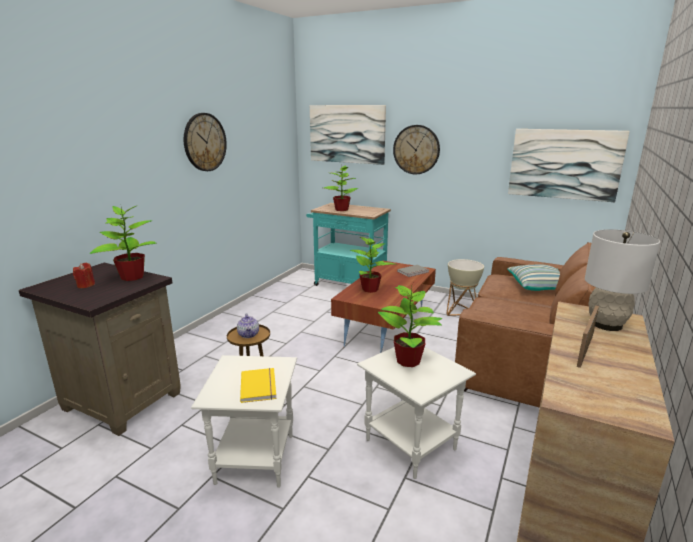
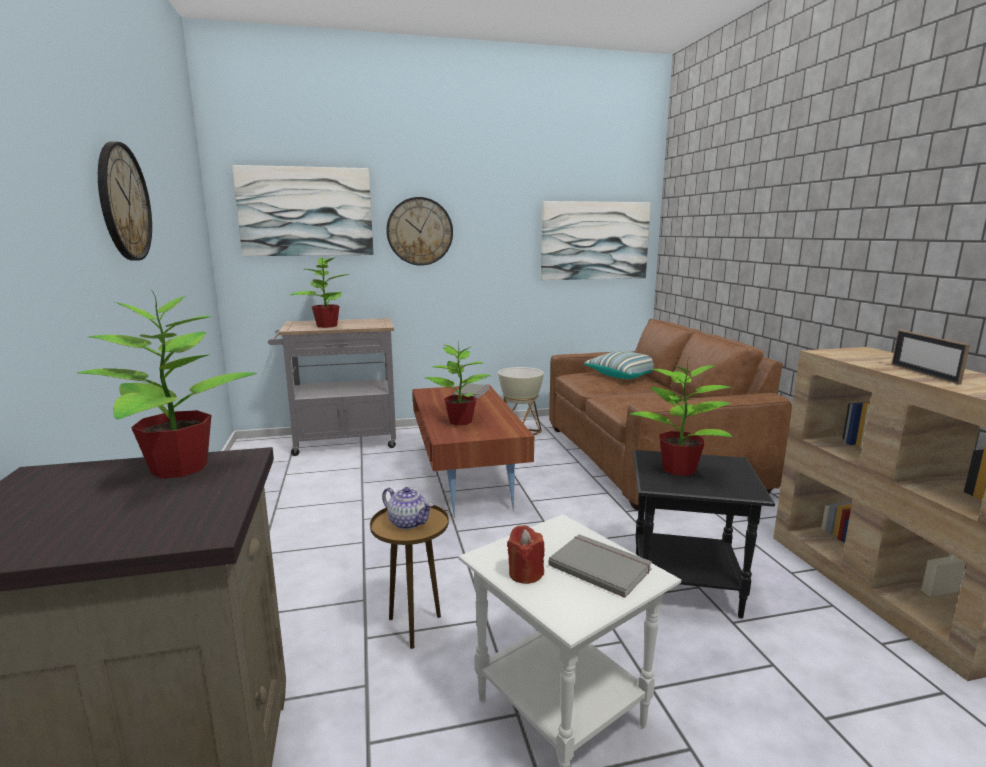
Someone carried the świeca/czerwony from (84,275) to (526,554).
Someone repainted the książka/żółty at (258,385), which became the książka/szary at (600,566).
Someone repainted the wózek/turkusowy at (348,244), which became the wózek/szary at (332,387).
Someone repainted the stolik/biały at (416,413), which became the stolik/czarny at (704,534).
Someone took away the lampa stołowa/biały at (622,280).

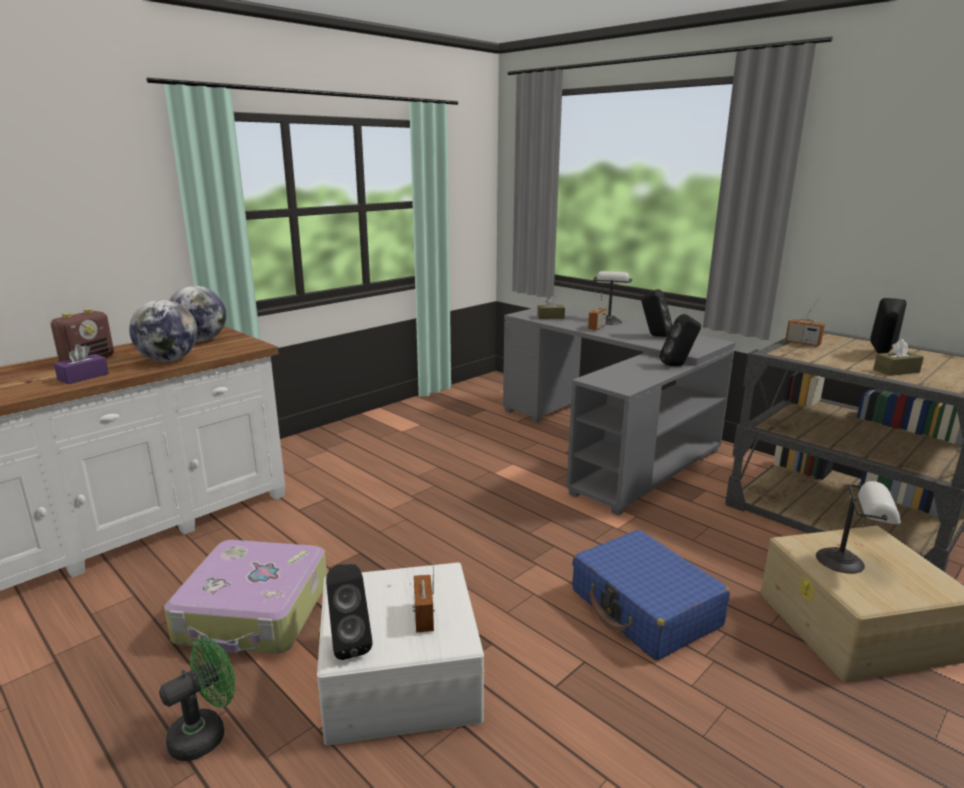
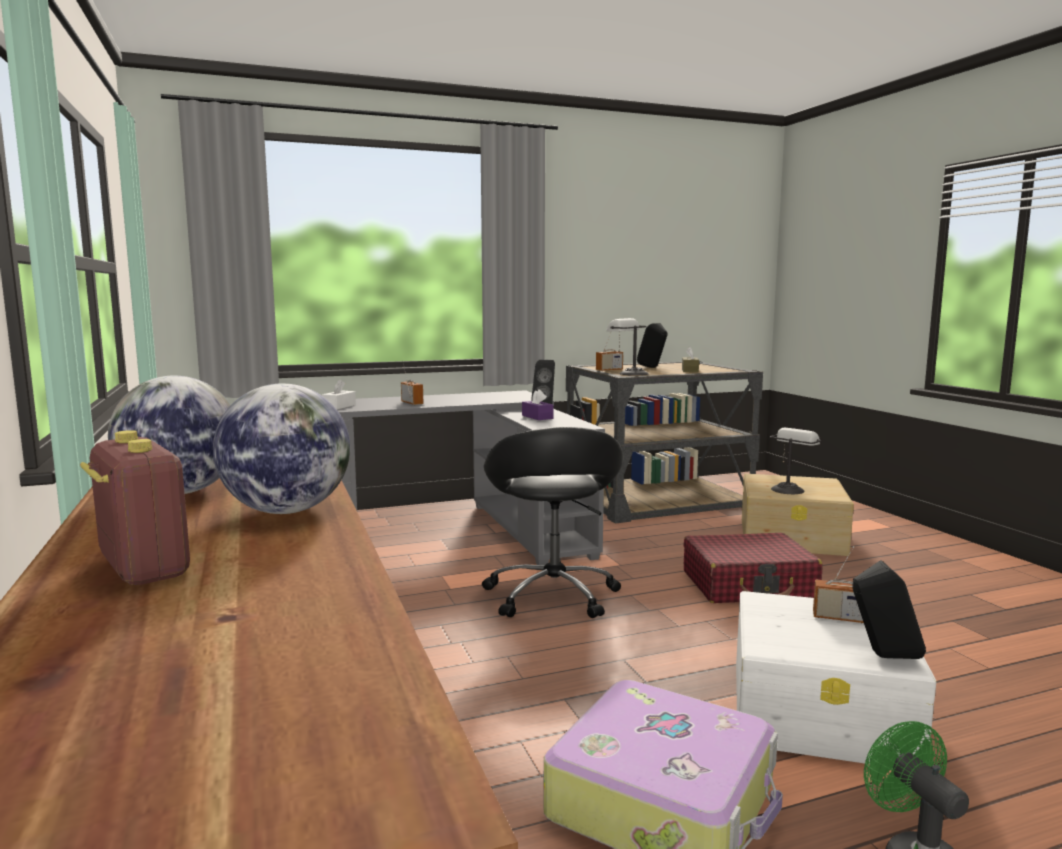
Someone carried the pudełko chusteczek/fioletowy from (81,364) to (537,404).
Someone repainted the pudełko chusteczek/brązowy at (551,307), which became the pudełko chusteczek/biały at (339,394).
Someone repainted the walizka/niebieski at (651,595), which became the walizka/czerwony at (753,568).
Someone carried the lampa stołowa from (612,298) to (628,347).
Someone took away the głośnik/czarny at (657,313).
Someone put down the krzesło biurowe/czarny at (552,522).

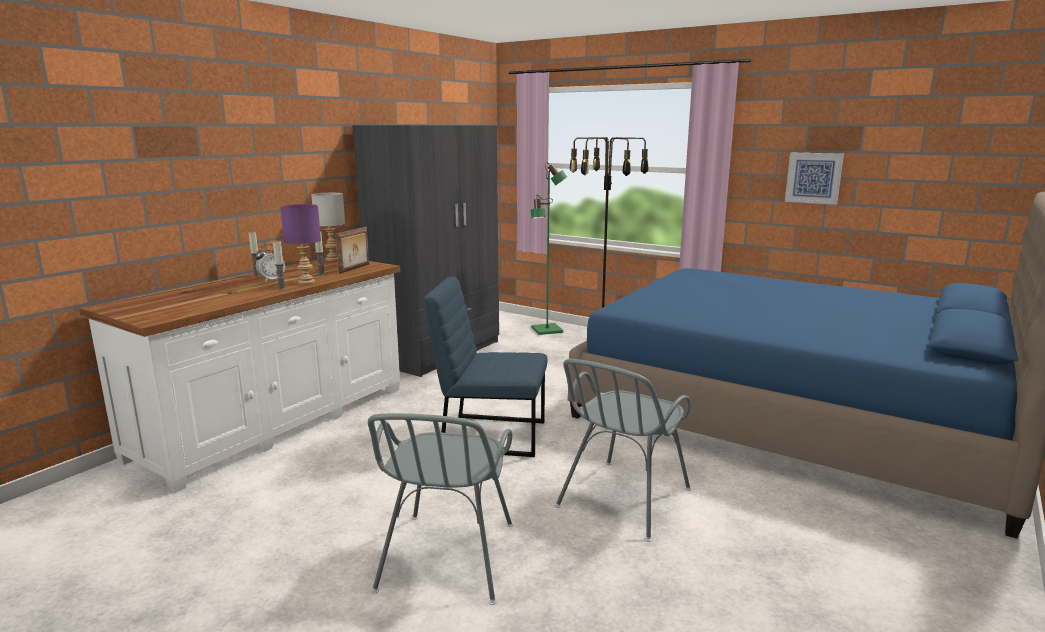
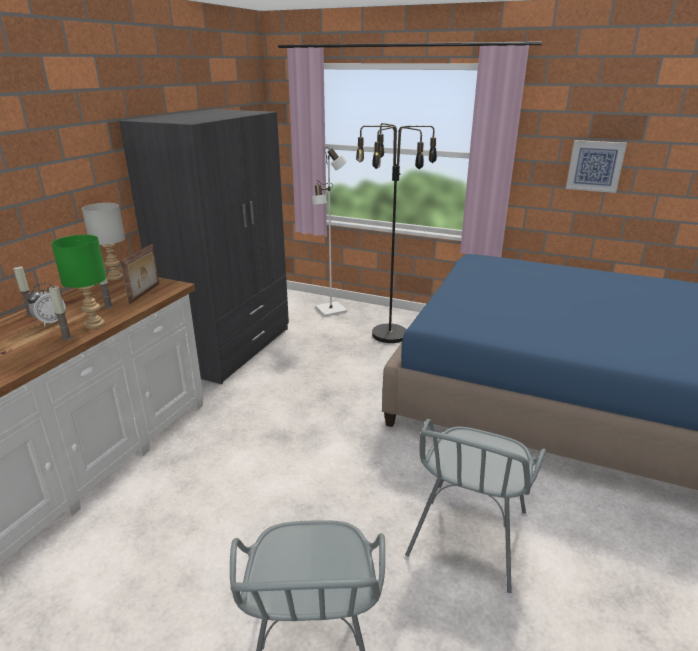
Someone repainted the lampa stołowa/fioletowy at (300,244), which became the lampa stołowa/zielony at (78,282).
Someone took away the krzesło/niebieski at (485,367).
Someone repainted the lampa stojąca/zielony at (549,248), which became the lampa stojąca/biały at (329,232).

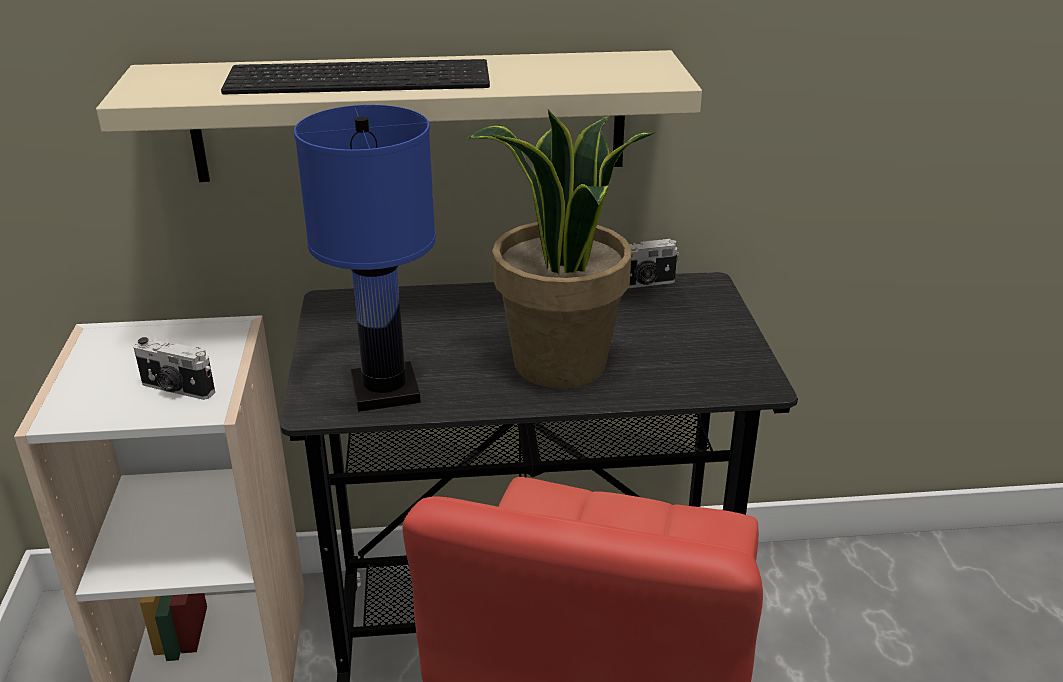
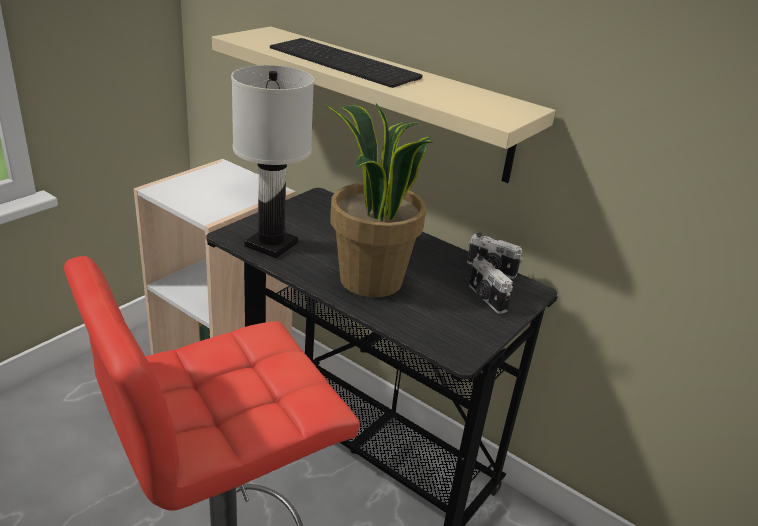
Someone carried the aparat fotograficzny from (174,368) to (491,285).
Someone repainted the lampa stołowa/niebieski at (365,258), which became the lampa stołowa/biały at (272,161).

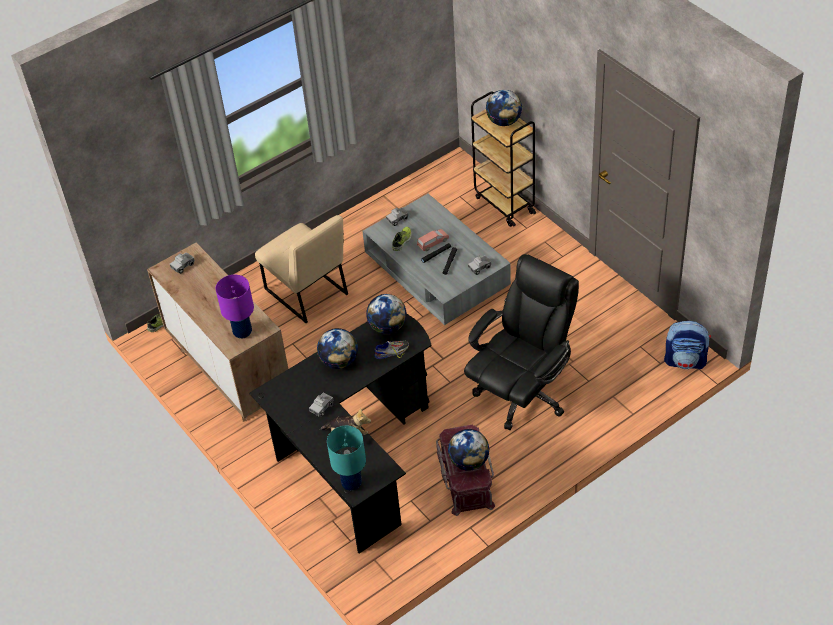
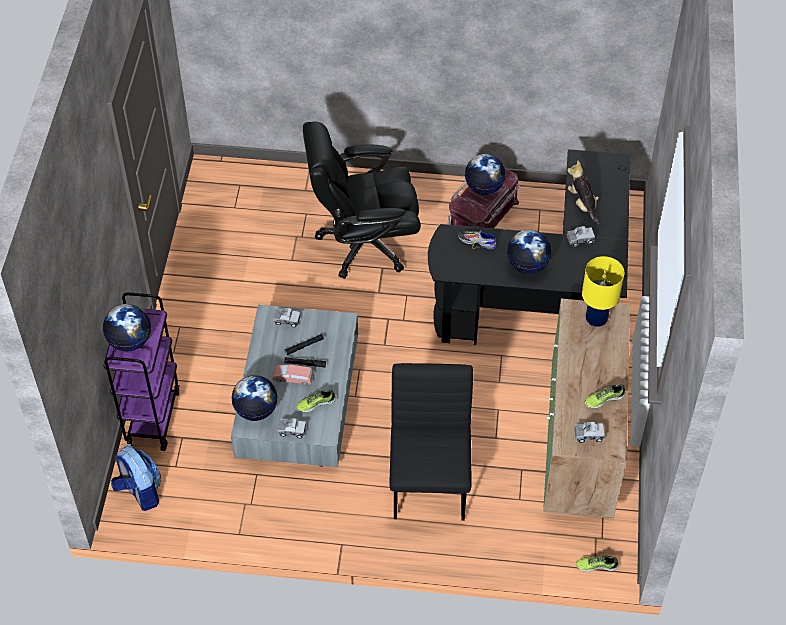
Someone repainted the lampa stołowa/fioletowy at (235,306), which became the lampa stołowa/żółty at (603,291).
Someone repainted the krzesło/beżowy at (301,269), which became the krzesło/czarny at (431,442).
Someone took away the lampa stołowa/turkusowy at (346,458).
Someone carried the globus from (386,314) to (254,398).
Someone repainted the wózek/brązowy at (503,159), which became the wózek/fioletowy at (141,371).
Someone carried the plecak from (687,345) to (136,478).
Someone put down the but at (605,396).

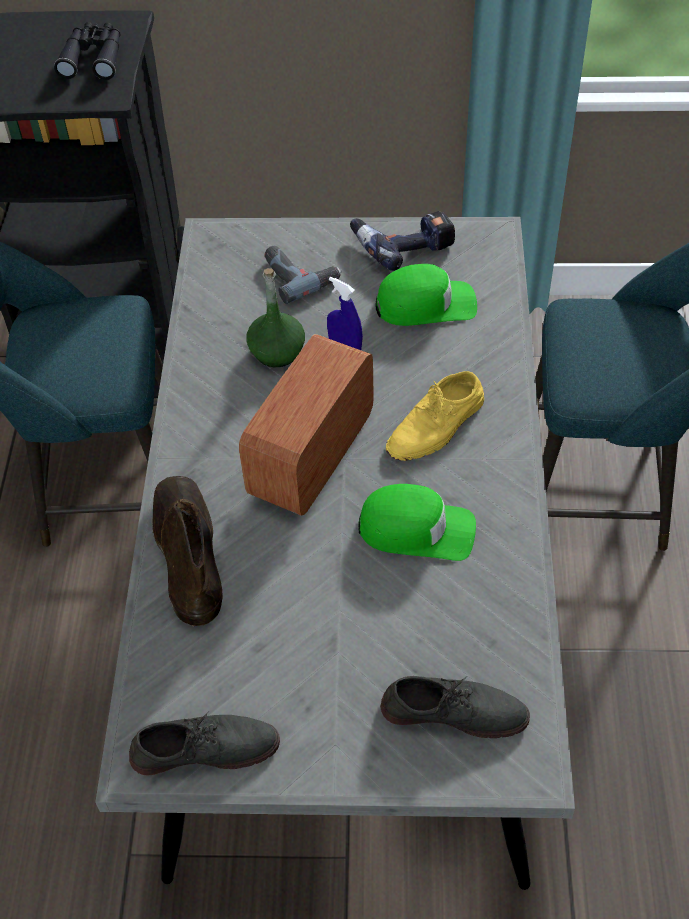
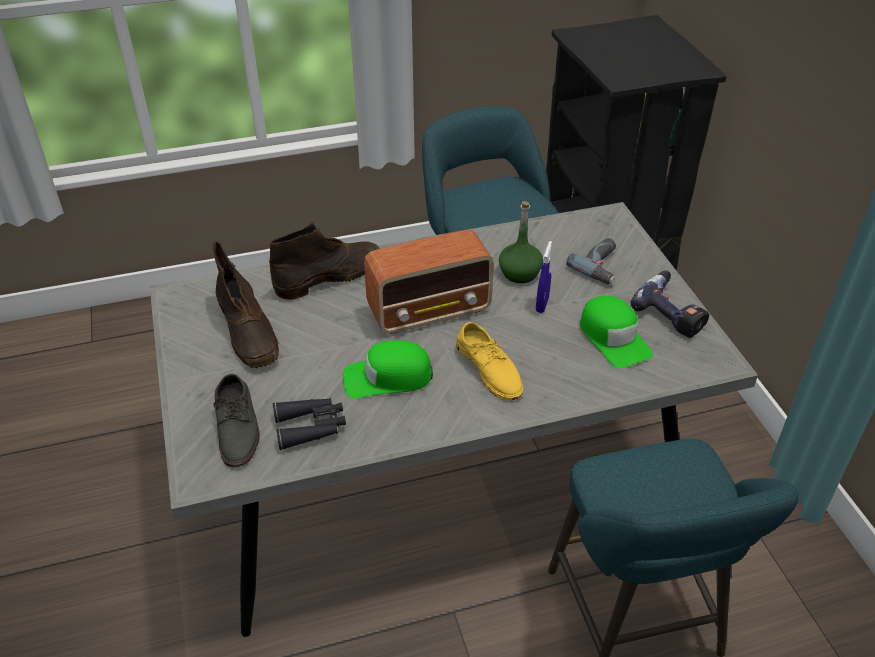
Someone carried the lornetka/czarny from (87,51) to (309,424).
Someone took away the but/szary at (204,743).
Someone rotated the radio at (306,425) by 150 degrees clockwise.
Someone rotated the czapka z daszkiem/zielony at (417,522) by 90 degrees clockwise.
Someone rotated the but/żółty at (435,416) by 150 degrees counterclockwise.
Someone put down the but z cholewką/brązowy at (245,304).

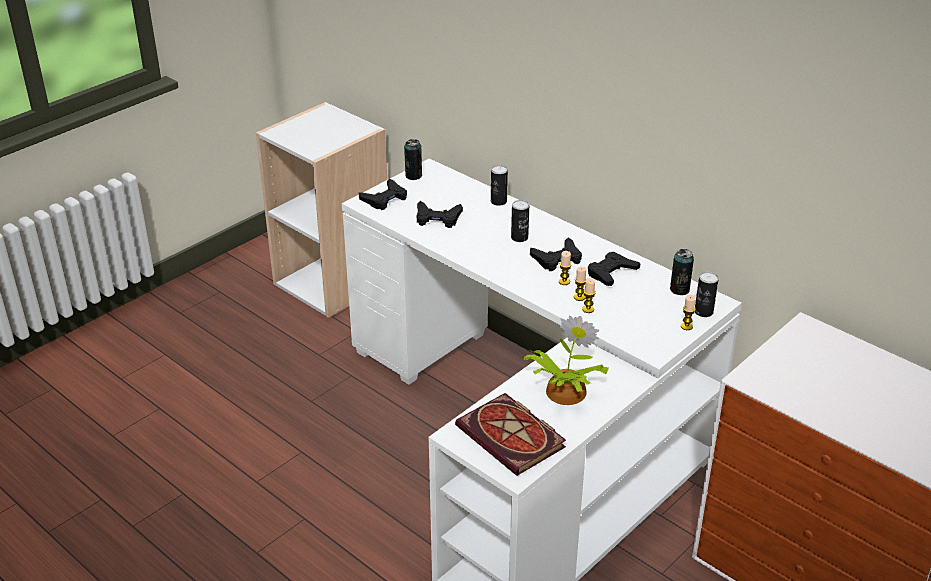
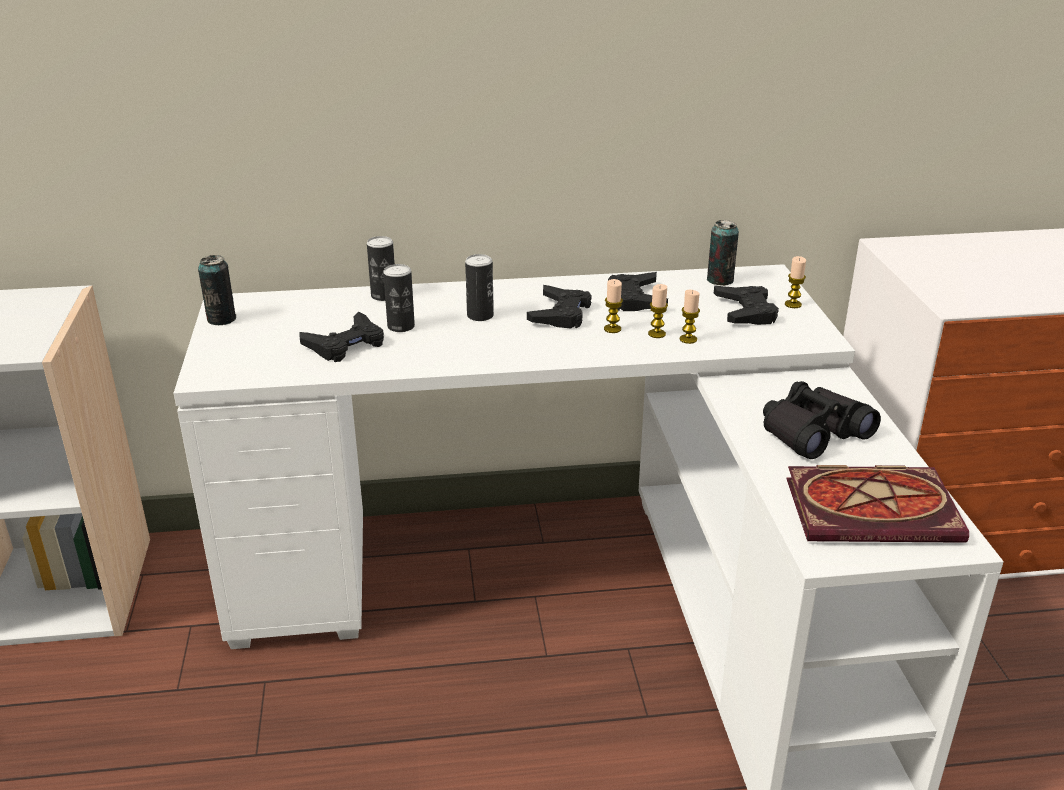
Someone carried the pad do gier/czarny from (383,194) to (746,305).
Someone swapped the roślina doniczkowa at (565,360) for the lornetka/czarny at (822,420).
Someone carried the puszka from (707,294) to (399,298).

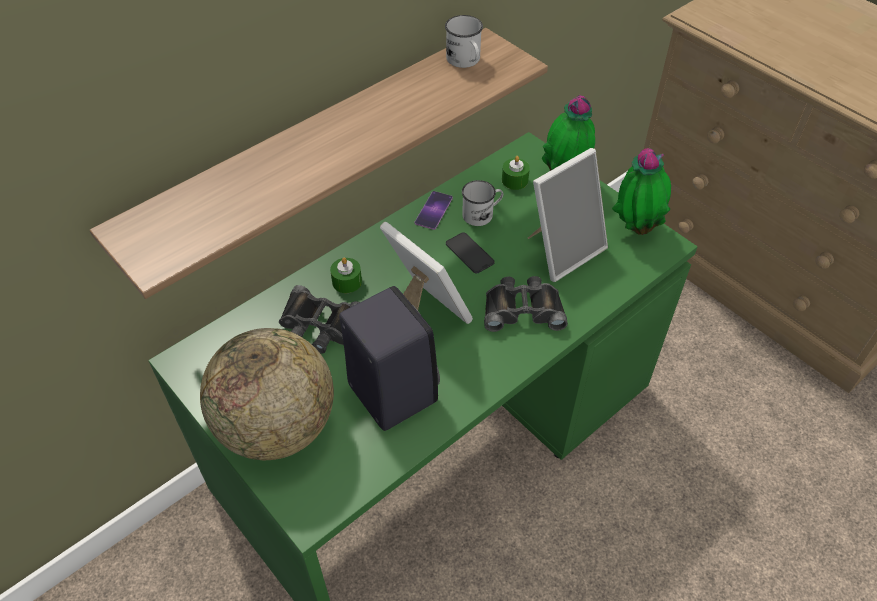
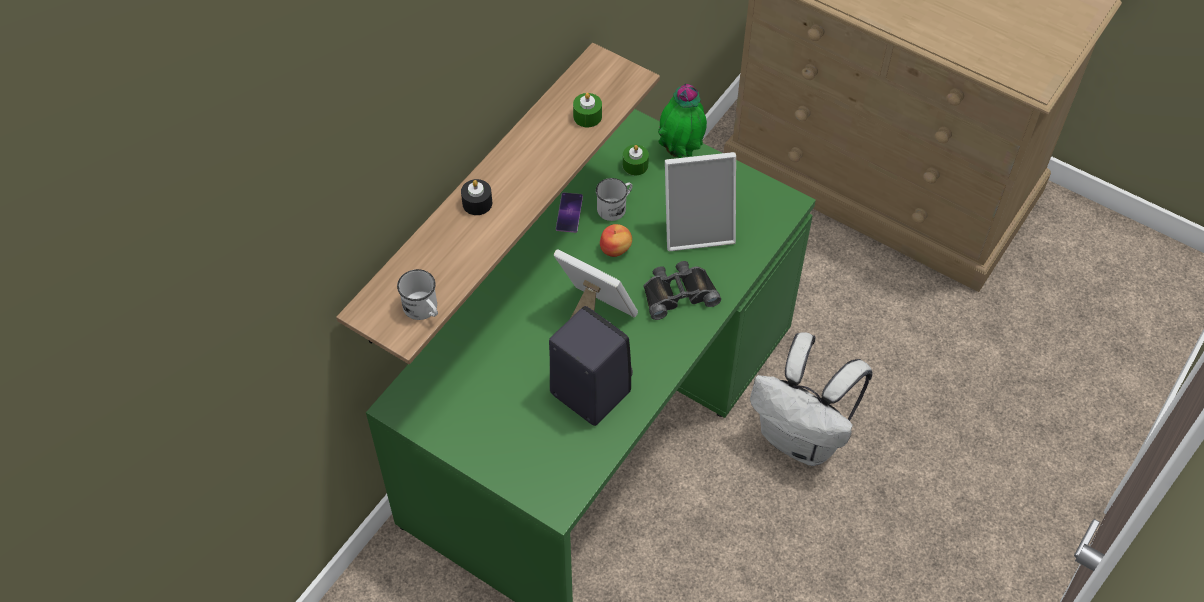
Someone took away the globus at (267,394).
Someone took away the lornetka/czarny at (319,319).
Someone carried the świeca/zielony from (346,275) to (587,110).
Someone carried the kubek/biały from (464,41) to (417,294).
Someone swapped the telefon at (470,252) for the jabłko at (616,240).
Someone rotated the ramka na zdjęcie at (568,215) by 45 degrees clockwise.
Someone took away the roślina doniczkowa at (641,191).
Someone put down the świeca/czarny at (476,197).
Someone put down the plecak/biały at (811,399).

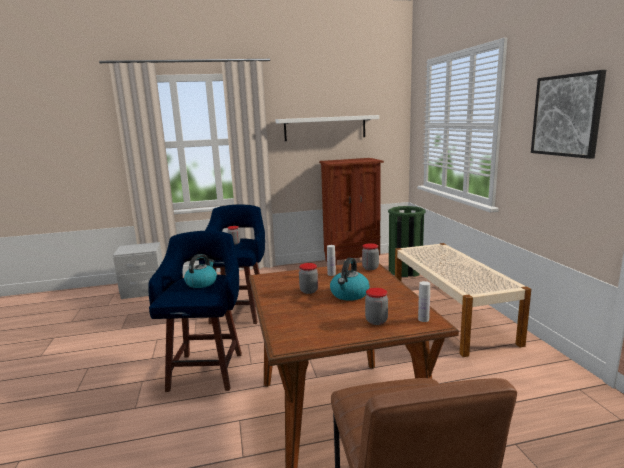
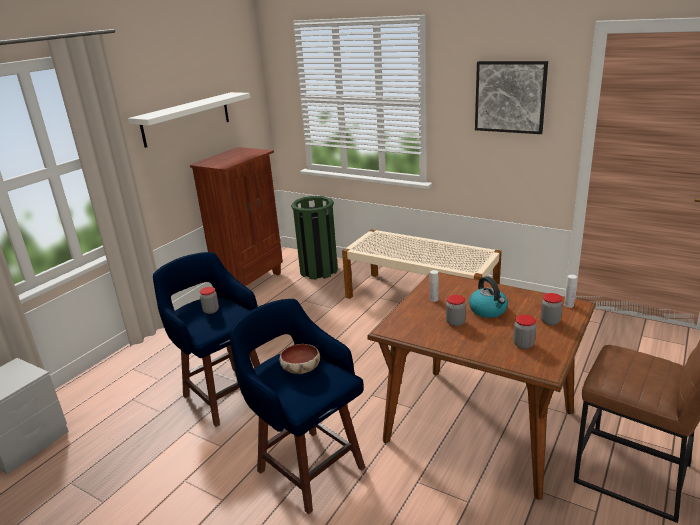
Someone swapped the czajnik at (200,271) for the miska at (299,359).
Someone carried the słoik from (370,256) to (524,332).

